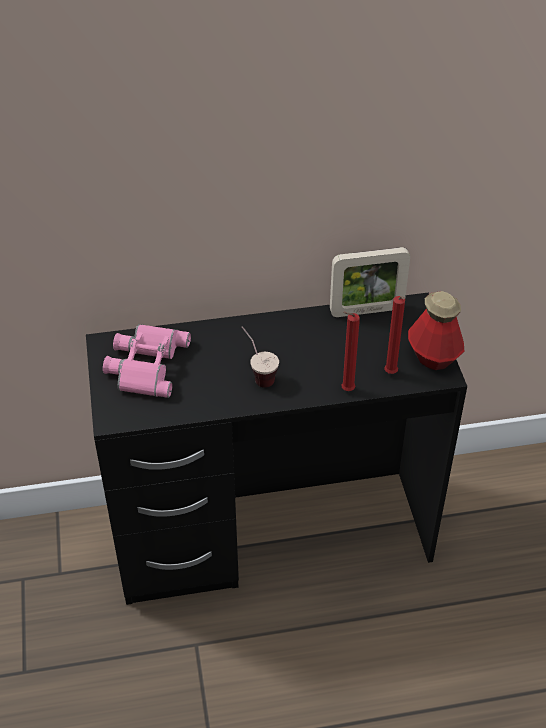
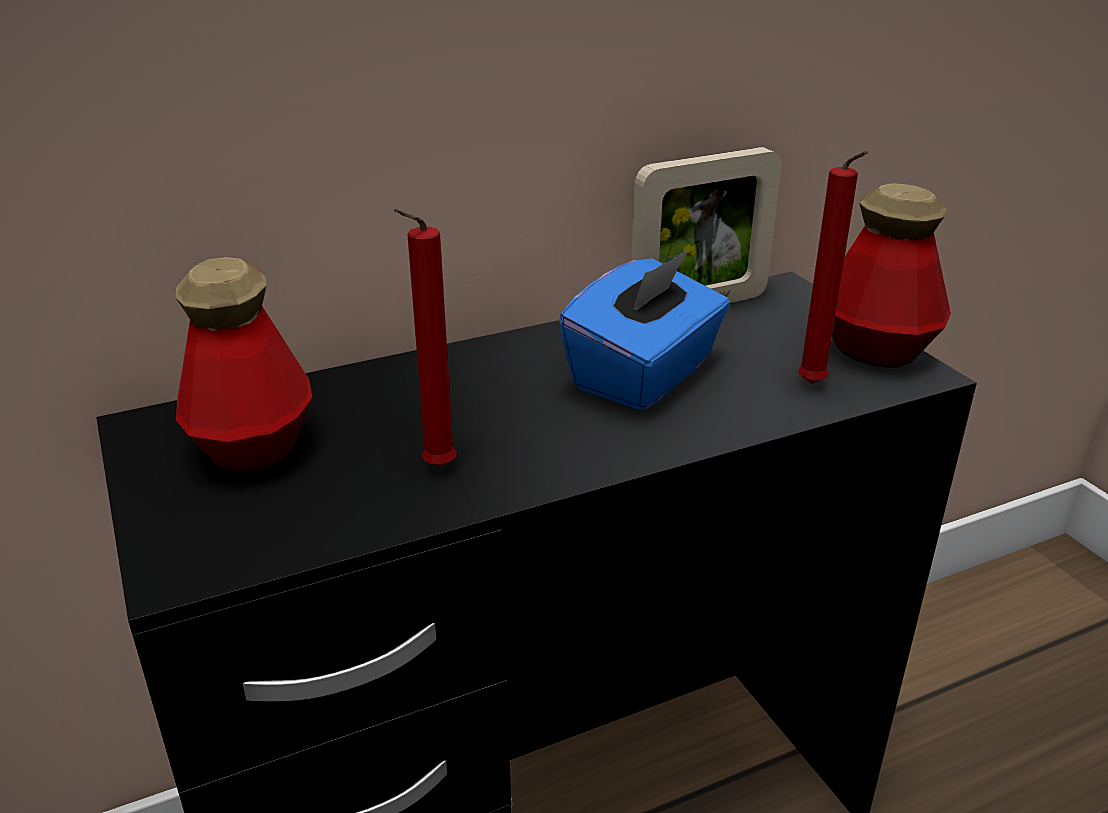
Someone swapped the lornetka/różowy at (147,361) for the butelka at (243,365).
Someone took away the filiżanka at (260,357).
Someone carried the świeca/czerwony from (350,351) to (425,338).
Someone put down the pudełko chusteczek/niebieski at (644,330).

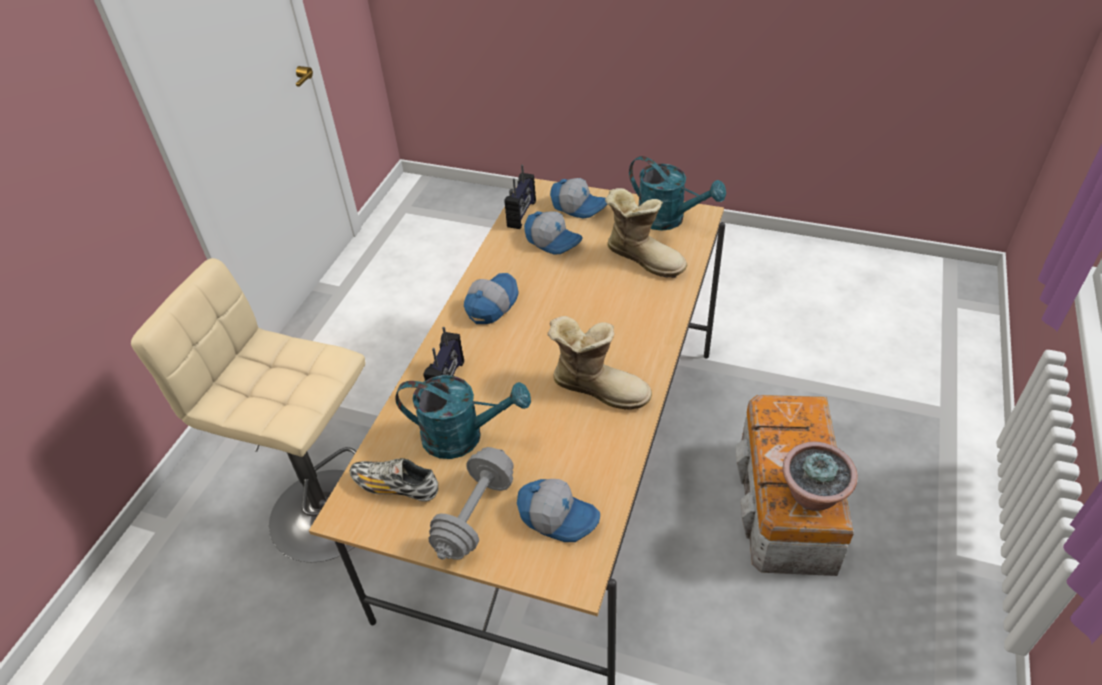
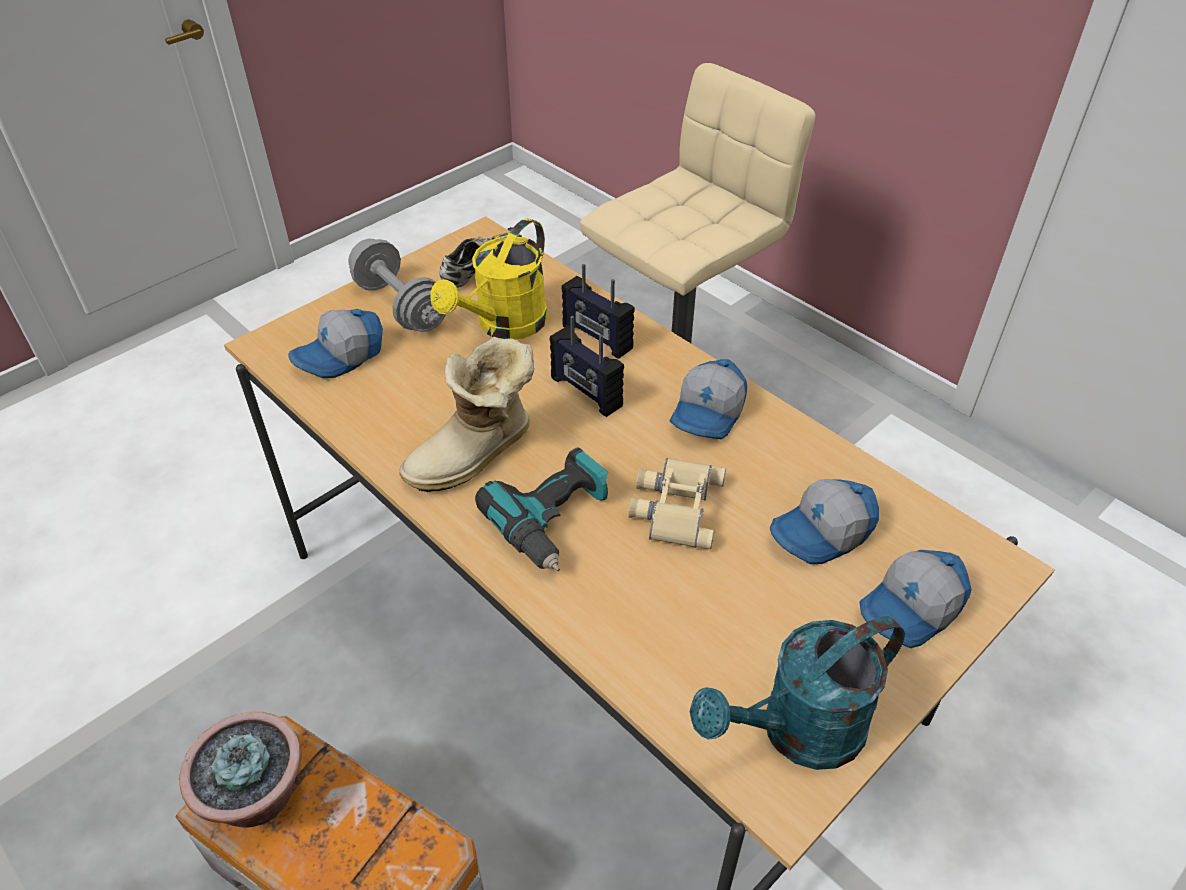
Someone repainted the konewka/turkusowy at (463,417), which became the konewka/żółty at (489,279).
Someone rotated the czapka z daszkiem at (491,298) by 60 degrees clockwise.
Someone carried the radio from (520,197) to (587,366).
Someone took away the but z cholewką at (646,233).
Someone put down the wiertarka at (541,509).
Someone put down the lornetka/beżowy at (677,504).

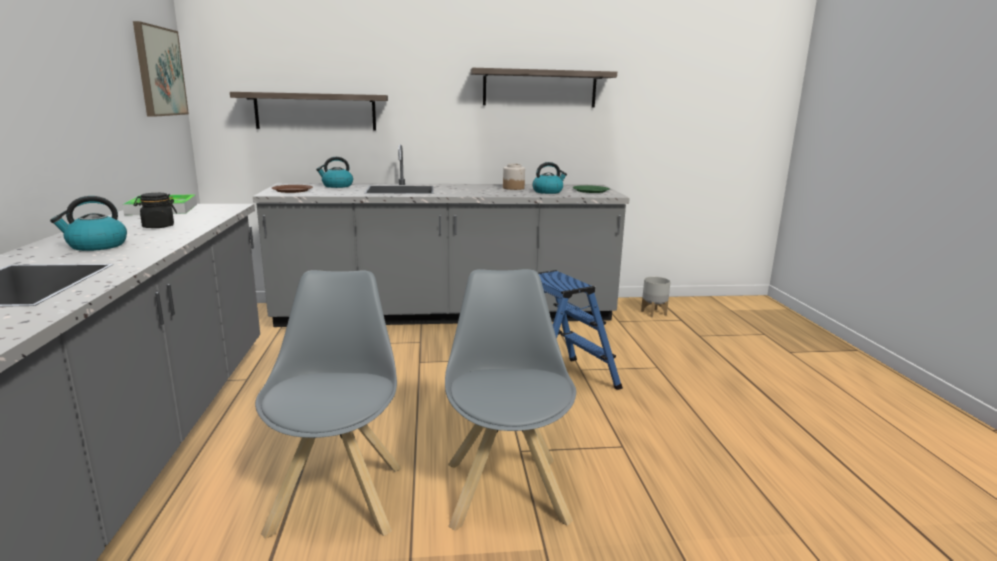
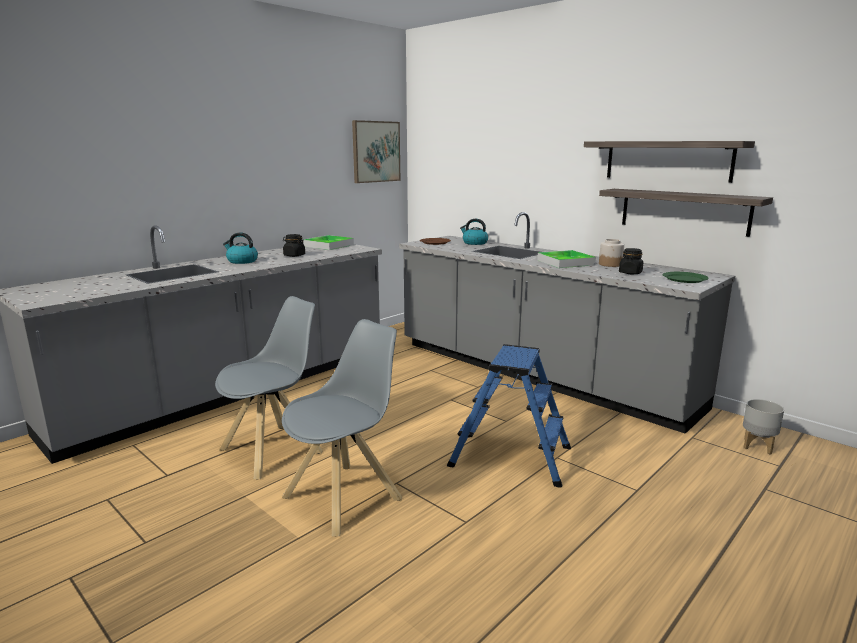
Someone carried the półka from (309,111) to (686,213).
Someone swapped the czajnik at (549,178) for the słoik/czarny at (631,261).
Someone put down the taca at (566,259).

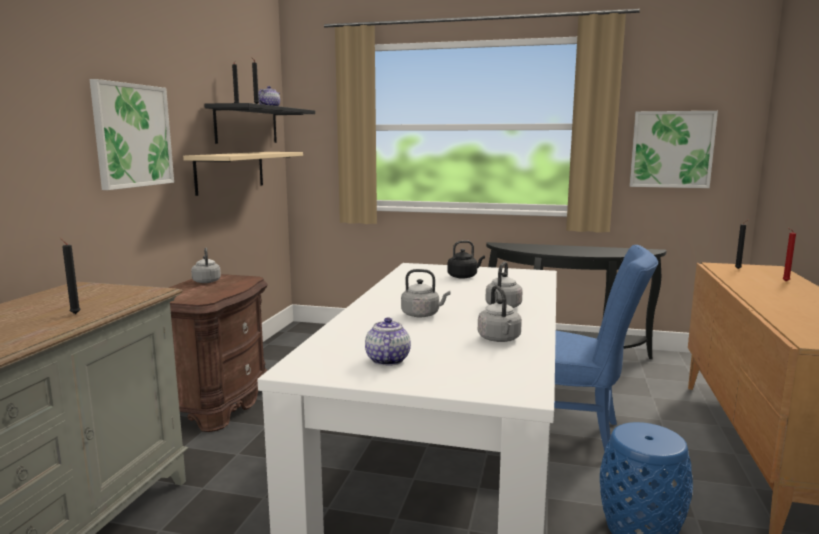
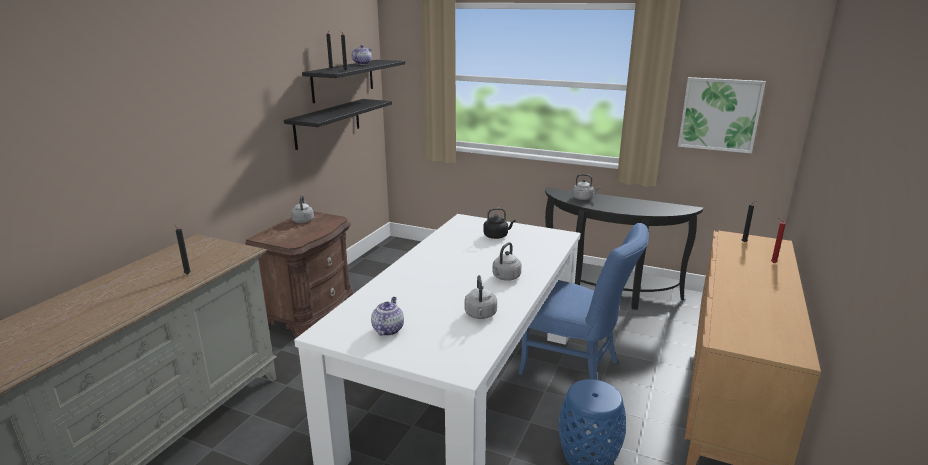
Someone took away the obraz at (132,134).
Someone repainted the półka/beżowy at (243,174), which became the półka/czarny at (338,124).
Someone carried the czajnik/szary from (425,293) to (586,187).

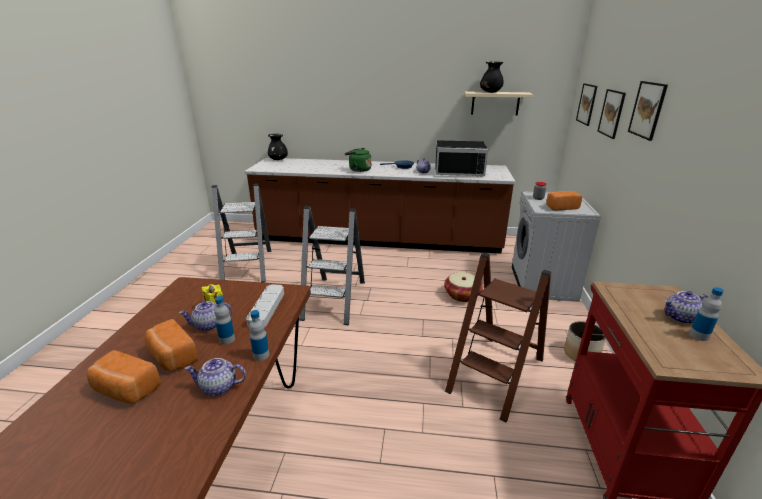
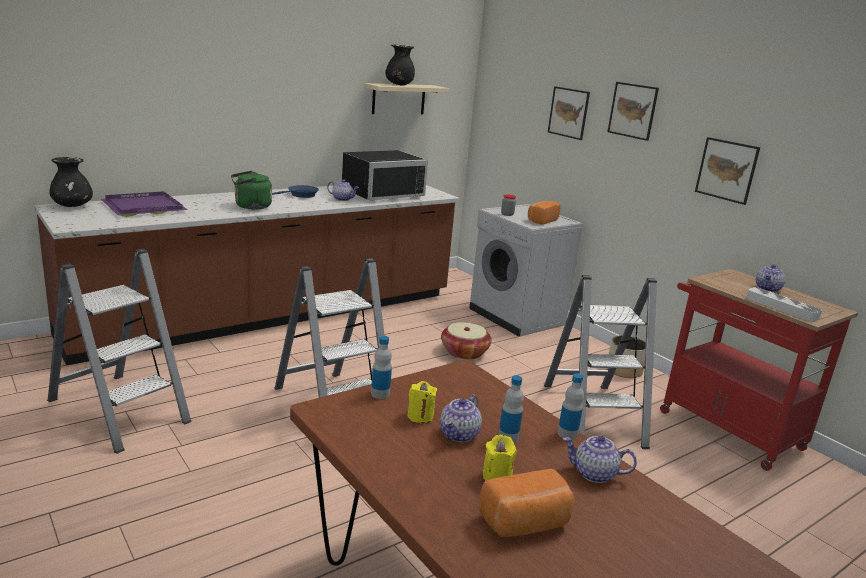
Someone swapped the chleb at (171,345) for the świeca/żółty at (499,458).
Someone rotated the imbryk at (215,377) by 60 degrees clockwise.
Someone carried the taca/szary from (265,306) to (784,304).
Someone repainted the drabinka/brązowy at (498,337), which became the drabinka/szary at (600,362).
Someone carried the obraz from (586,104) to (727,171).
Someone carried the butelka from (706,314) to (381,367).
Someone put down the taca/fioletowy at (144,204).

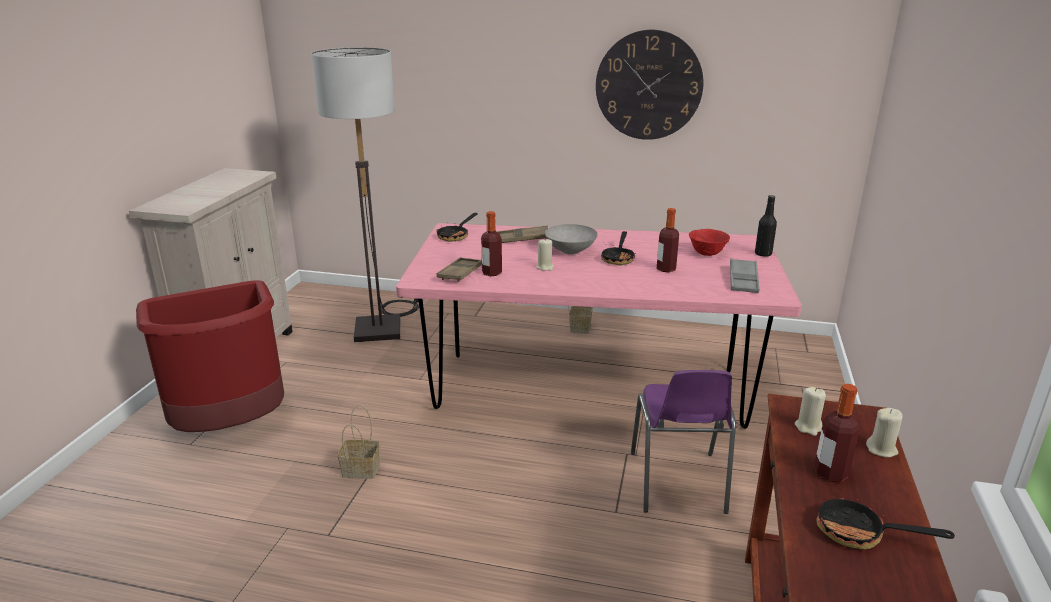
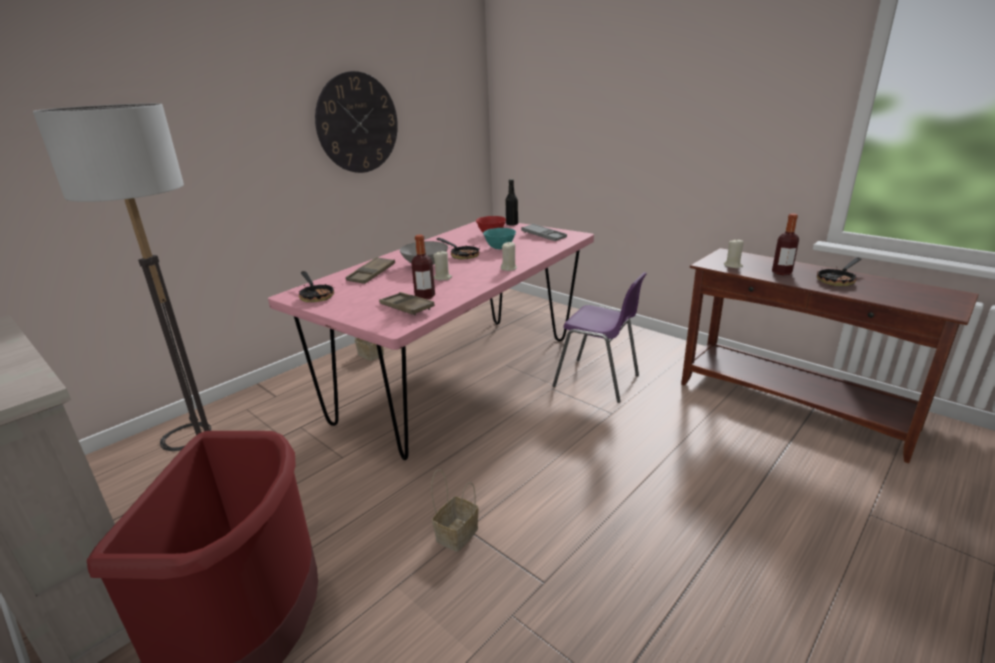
Someone swapped the butelka at (668,240) for the miska/turkusowy at (499,238).
Someone carried the świeca/beżowy from (884,432) to (508,256).

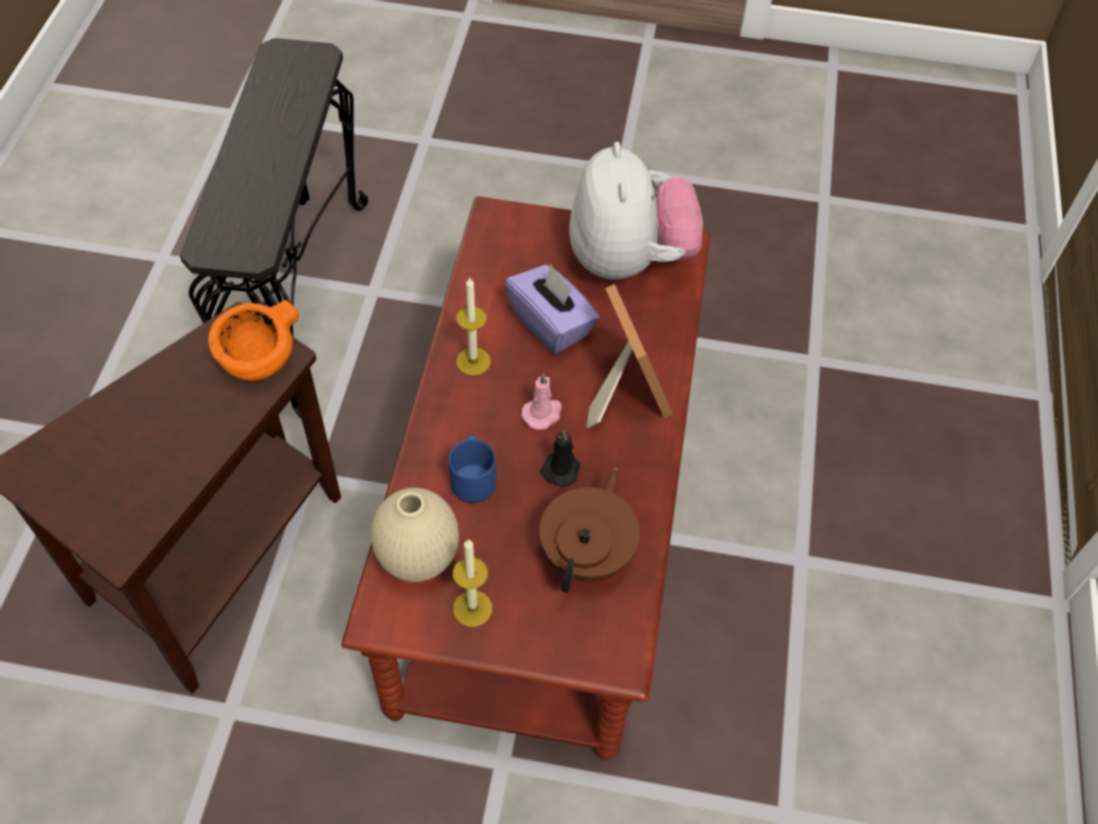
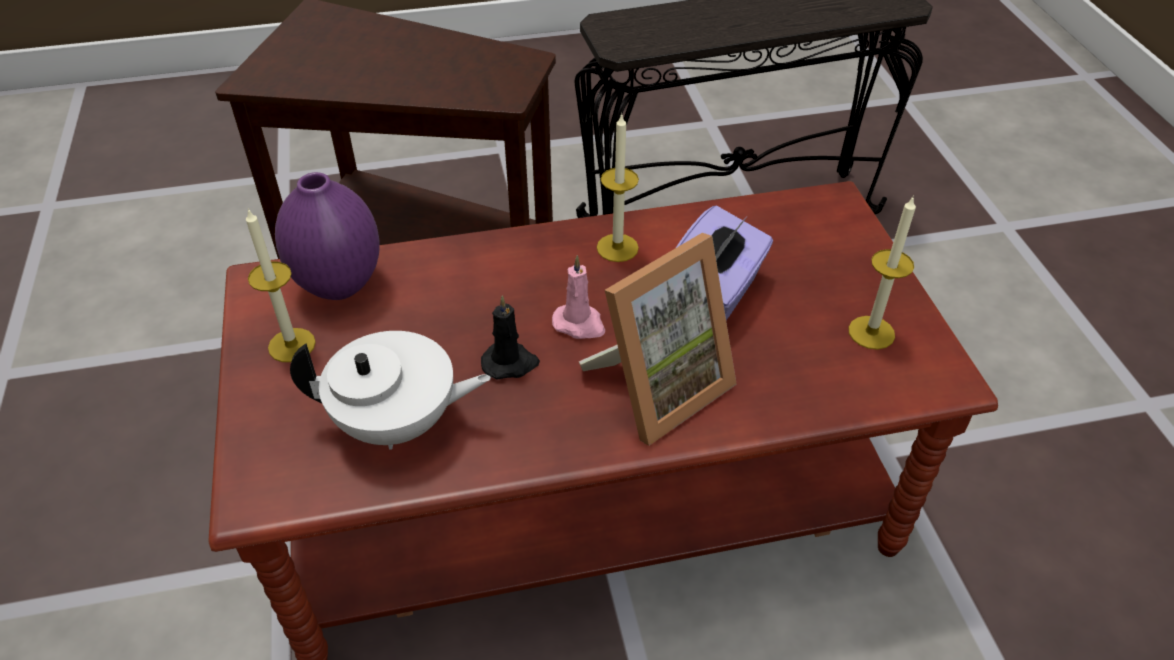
Someone took away the miska/pomarańczowy at (253,340).
Someone repainted the wazon/beżowy at (415,535), which became the wazon/fioletowy at (327,236).
Someone took away the kubek/niebieski at (472,469).
Someone repainted the imbryk/brązowy at (589,530), which became the imbryk/biały at (390,390).
Someone swapped the pluszak at (636,211) for the świeca at (882,274).

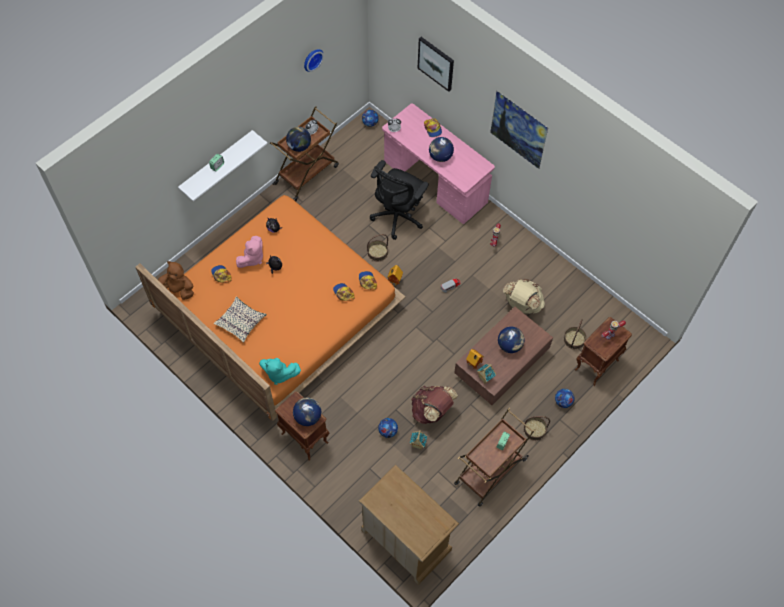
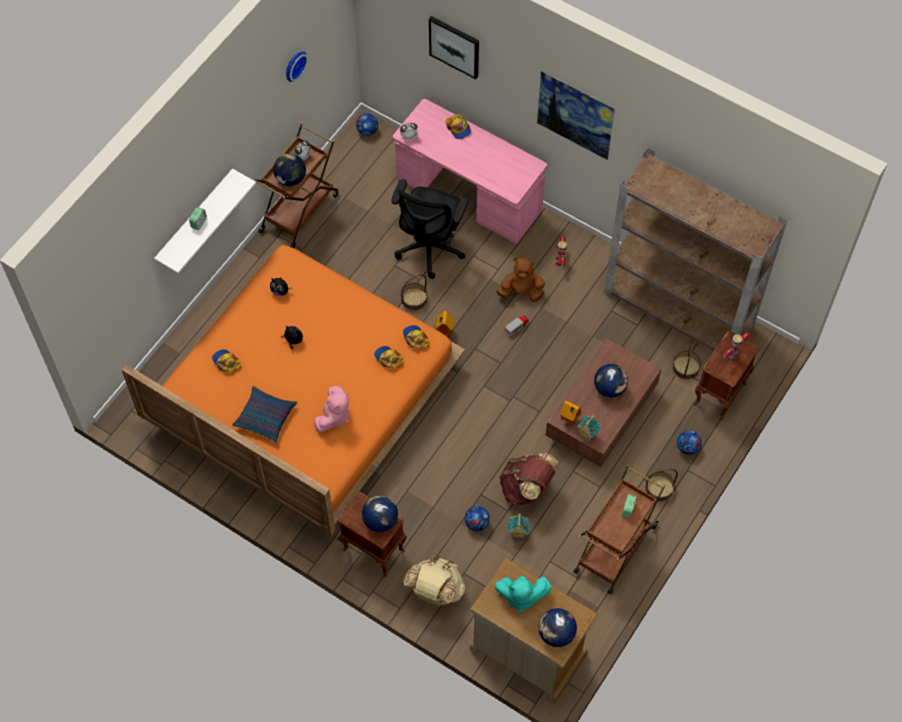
Someone carried the pluszak/brązowy from (176,280) to (520,280).
Someone repainted the poduszka/beżowy at (240,319), which became the poduszka/niebieski at (264,414).
Someone carried the pluszak/różowy from (249,252) to (331,409).
Someone carried the pluszak/turkusowy from (280,371) to (523,594).
Someone carried the globus from (441,149) to (558,627).
Someone carried the plecak/beżowy from (524,296) to (434,581).
Someone put down the regał/brązowy at (695,248).

